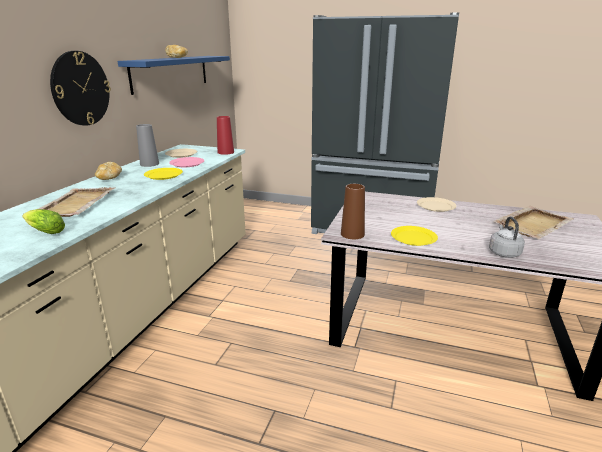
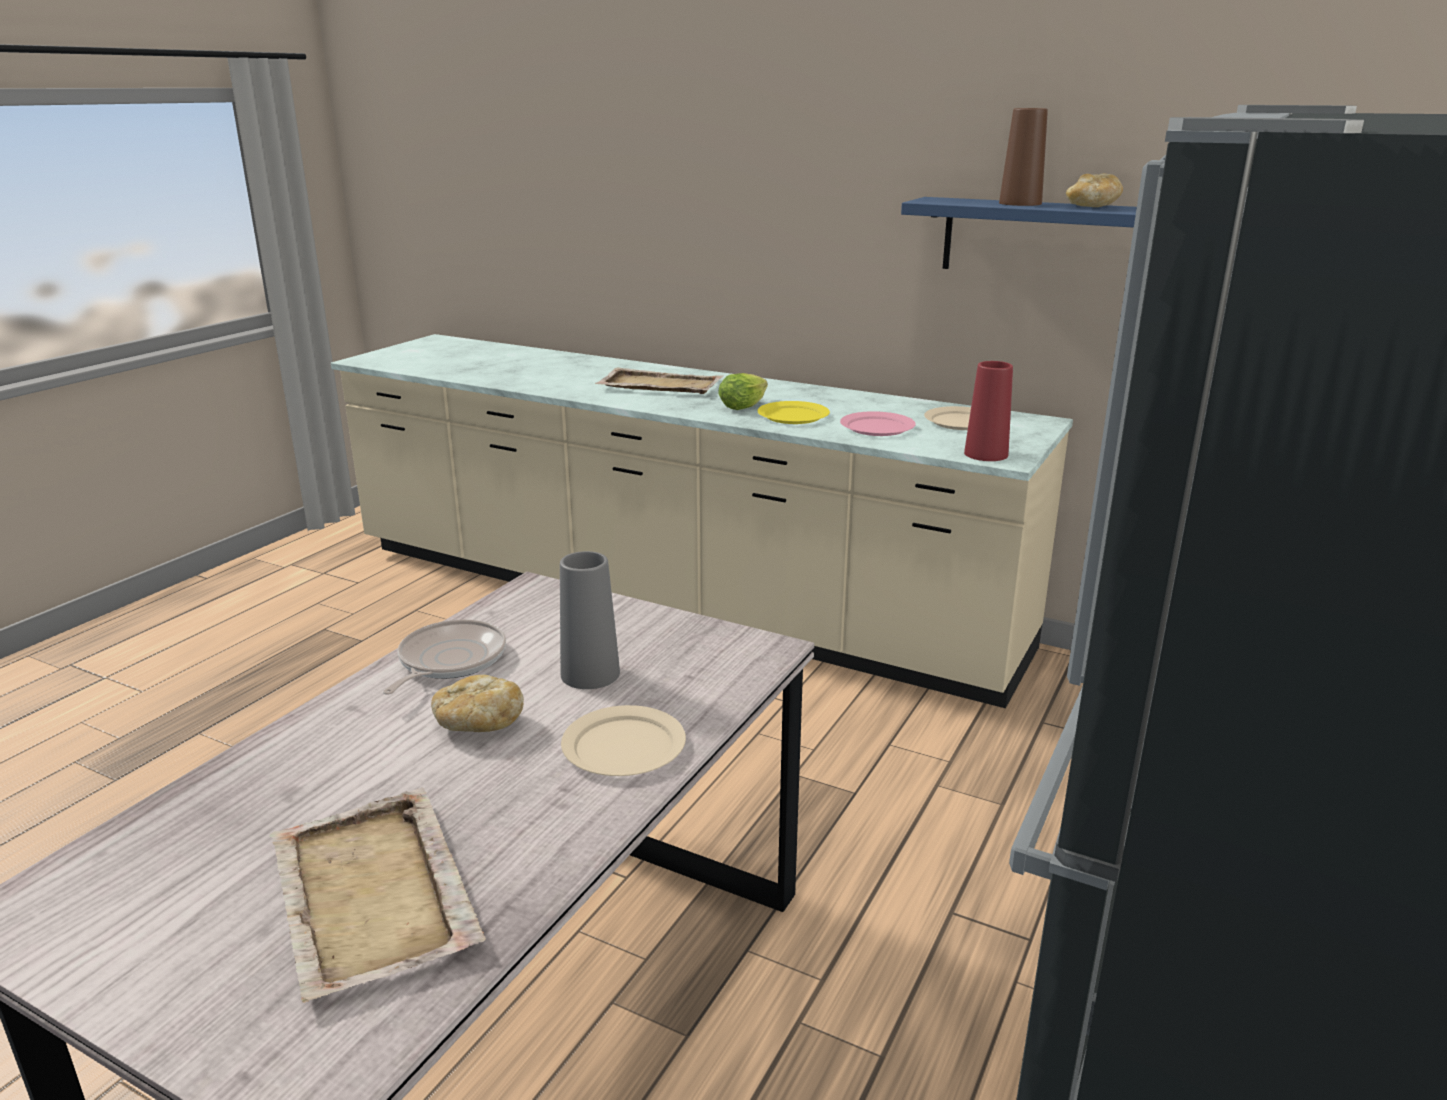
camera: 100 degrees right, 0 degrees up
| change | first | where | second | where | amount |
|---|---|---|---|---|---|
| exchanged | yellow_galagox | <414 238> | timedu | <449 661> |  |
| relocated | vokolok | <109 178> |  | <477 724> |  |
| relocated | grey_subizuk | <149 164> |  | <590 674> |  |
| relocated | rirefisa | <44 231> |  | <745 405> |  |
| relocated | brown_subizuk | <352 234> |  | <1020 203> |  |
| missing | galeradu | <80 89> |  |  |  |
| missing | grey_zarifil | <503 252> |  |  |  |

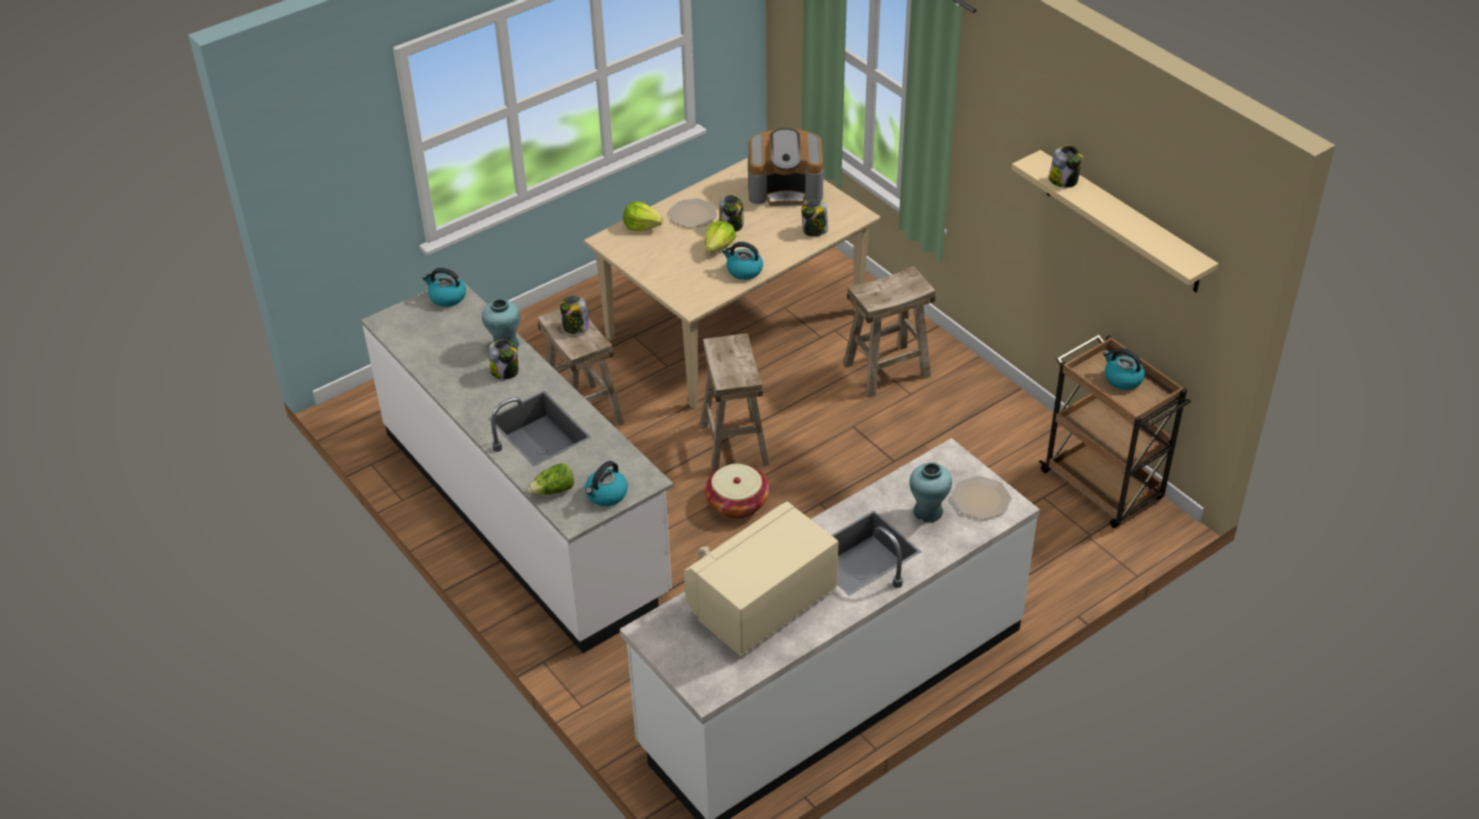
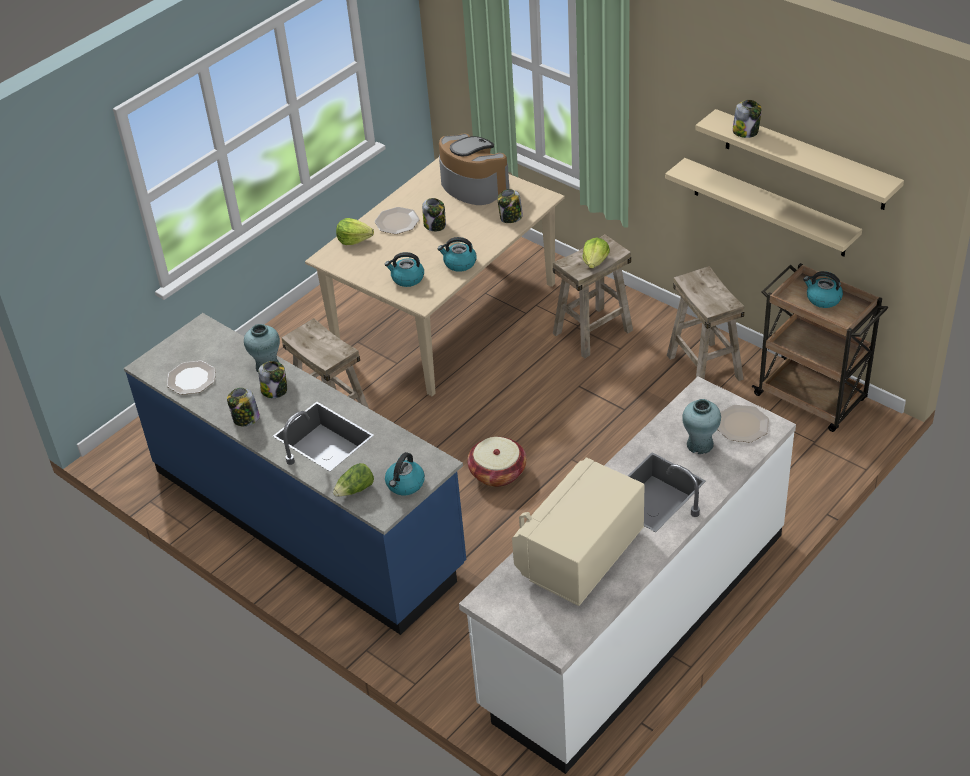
camera: 10 degrees left, 0 degrees up
| change | first | where | second | where | amount |
|---|---|---|---|---|---|
| colour | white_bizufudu | <525 513> | blue_bizufudu | <307 518> |  |
| appeared |  |  | galagox | <191 379> |  |
| relocated | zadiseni | <575 327> |  | <245 419> |  |
| relocated | zarifil | <447 297> |  | <407 278> |  |
| spun | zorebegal | <785 189> |  | <473 185> | 120 degrees counterclockwise |
| relocated | rirefisa | <719 247> |  | <595 262> |  |
| appeared |  |  | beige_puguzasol | <769 208> |  |
| relocated | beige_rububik | <733 443> |  | <703 367> |  |

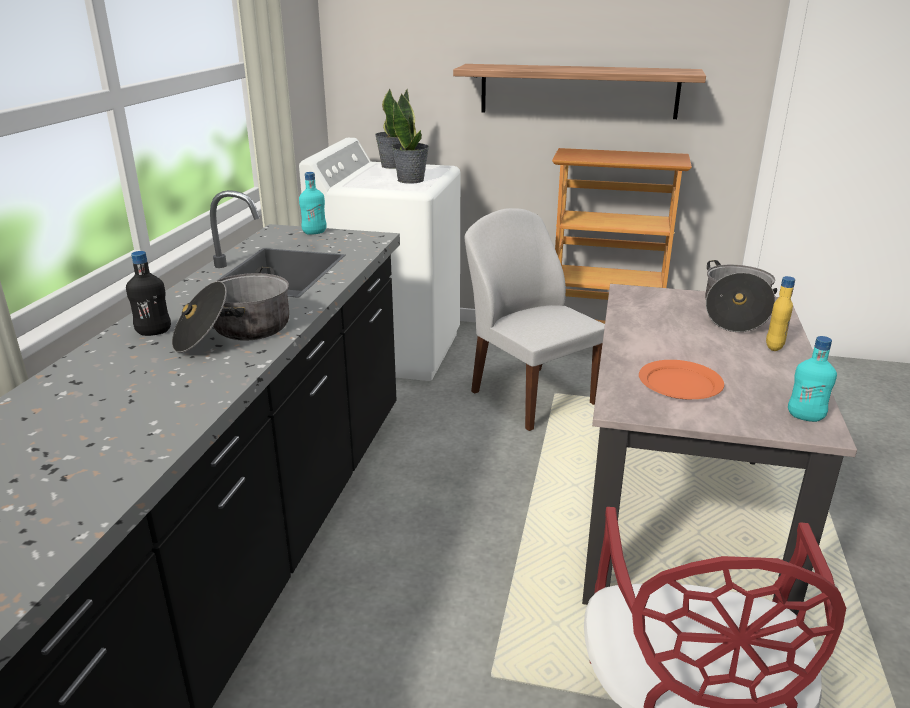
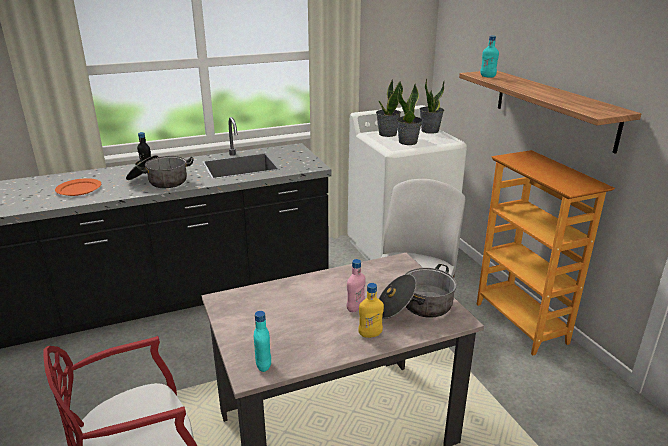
camera: 55 degrees right, 0 degrees up
| change | first | where | second | where | amount |
|---|---|---|---|---|---|
| relocated | orange_galagox | <680 383> |  | <79 189> |  |
| appeared |  |  | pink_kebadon | <355 308> |  |
| appeared |  |  | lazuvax | <387 134> |  |
| relocated | turquoise_kebadon | <314 232> |  | <487 76> |  |

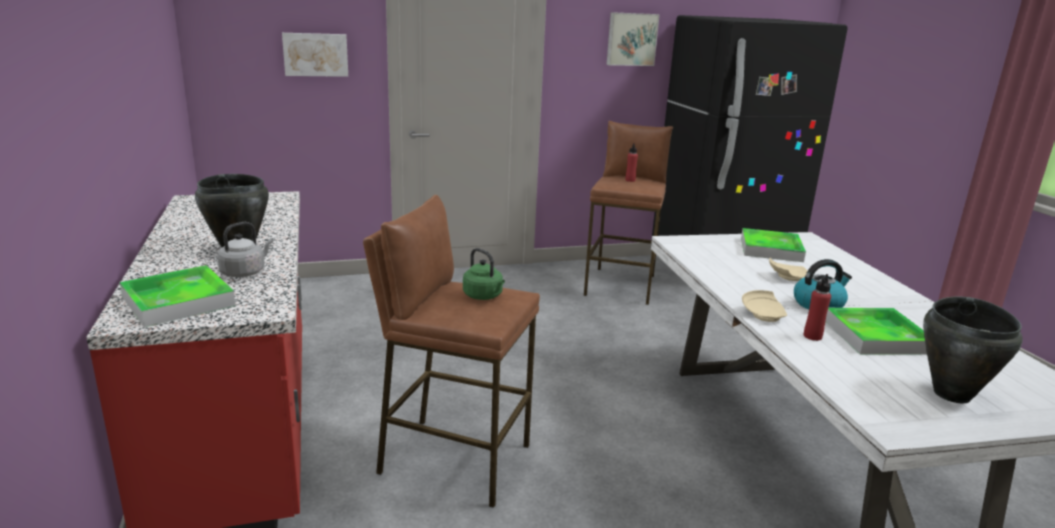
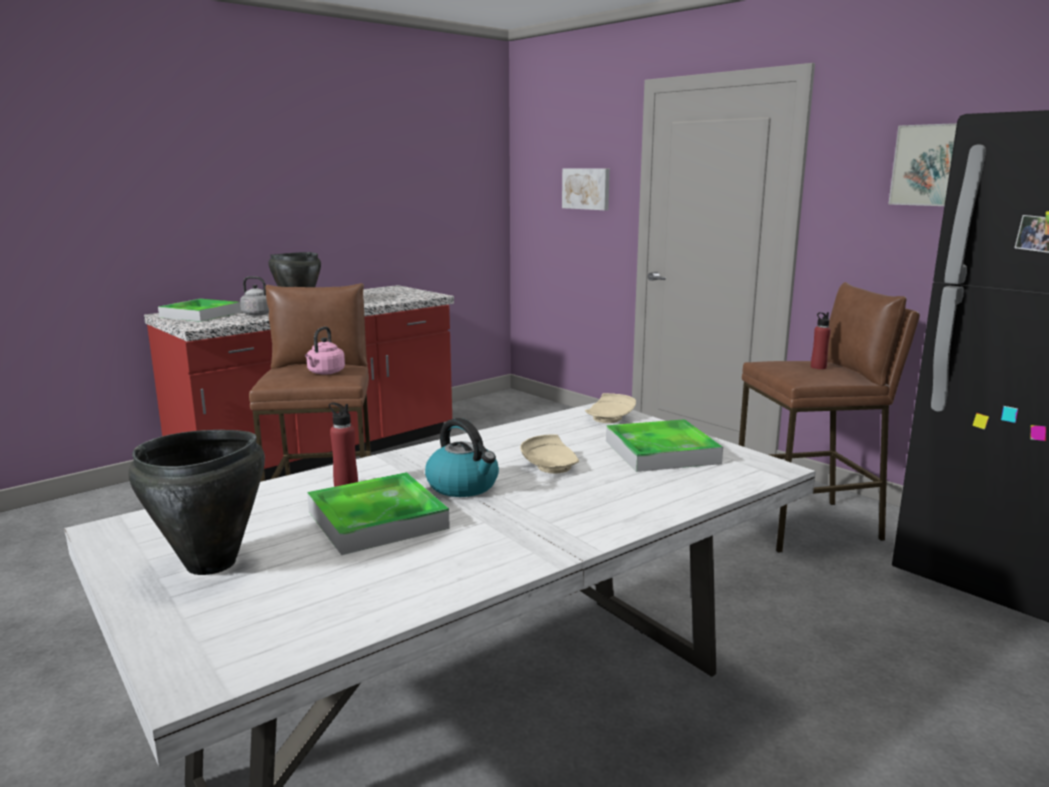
camera: 65 degrees right, 5 degrees down
| change | first | where | second | where | amount |
|---|---|---|---|---|---|
| colour | green_zarifil | <484 296> | pink_zarifil | <325 373> |  |
| relocated | beige_galagox | <764 314> |  | <610 418> |  |

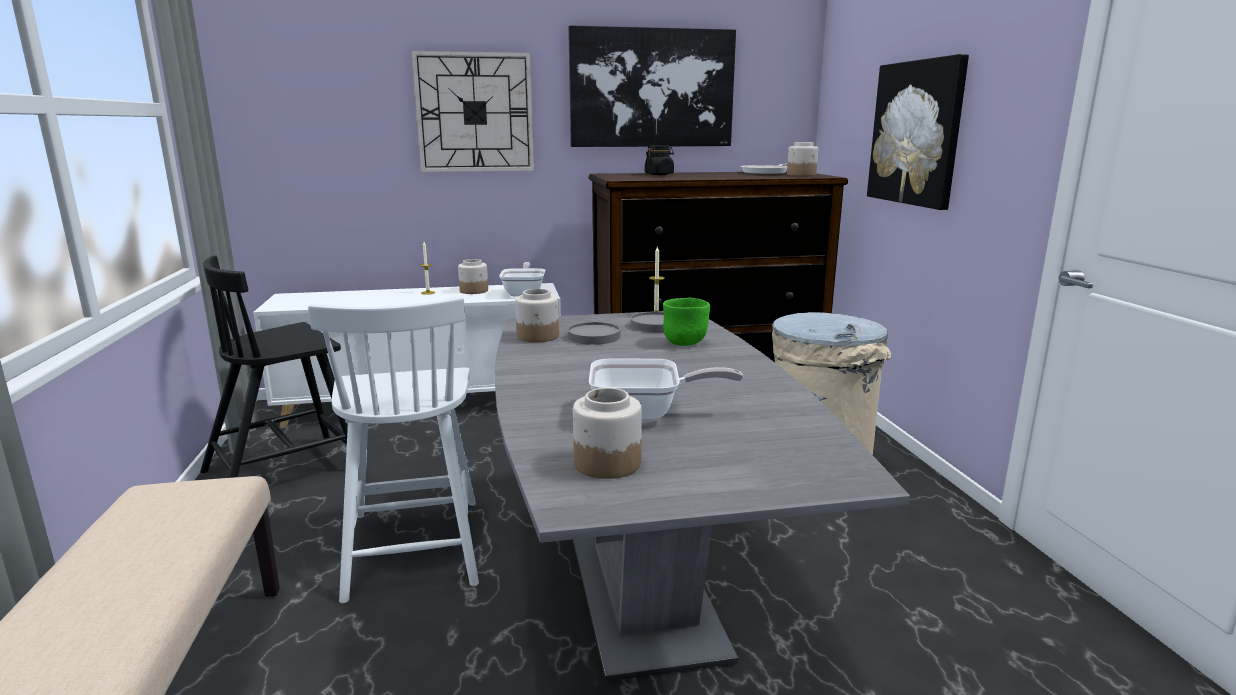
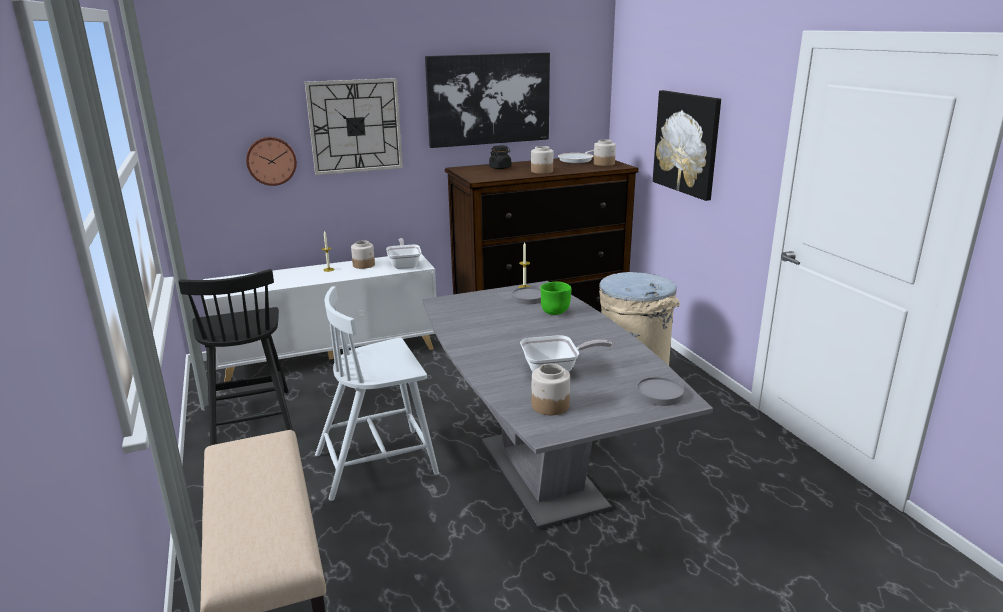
camera: 10 degrees left, 5 degrees up
| change | first | where | second | where | amount |
|---|---|---|---|---|---|
| spun | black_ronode | <285 470> |  | <251 418> | 60 degrees counterclockwise |
| appeared |  |  | galeradu | <271 161> |  |
| spun | white_ronode | <414 545> |  | <378 463> | 90 degrees clockwise |
| relocated | zadiseni | <538 336> |  | <542 171> |  |
| relocated | grey_galagox | <594 337> |  | <659 394> |  |

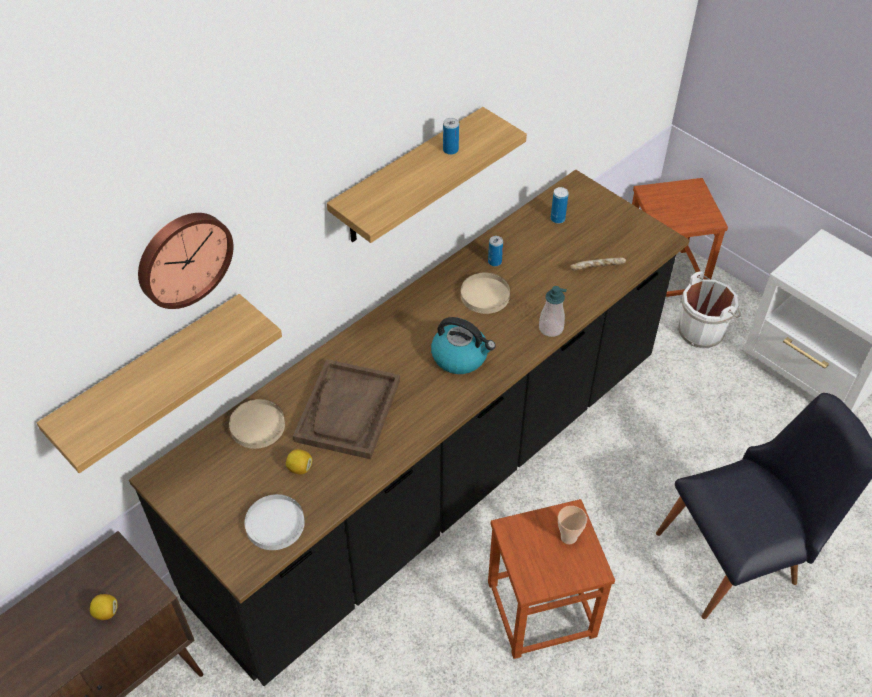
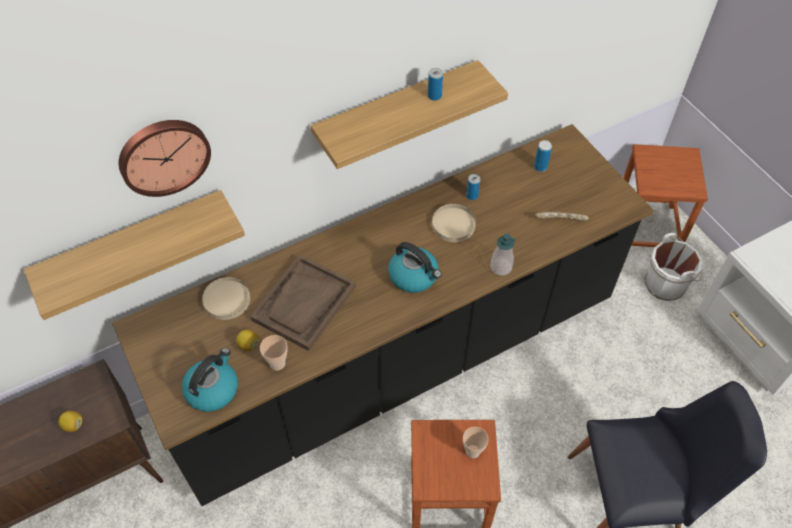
camera: 15 degrees right, 5 degrees up
| change | first | where | second | where | amount |
|---|---|---|---|---|---|
| exchanged | white_galagox | <274 524> | zarifil | <212 389> |  |
| appeared |  |  | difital | <277 363> |  |

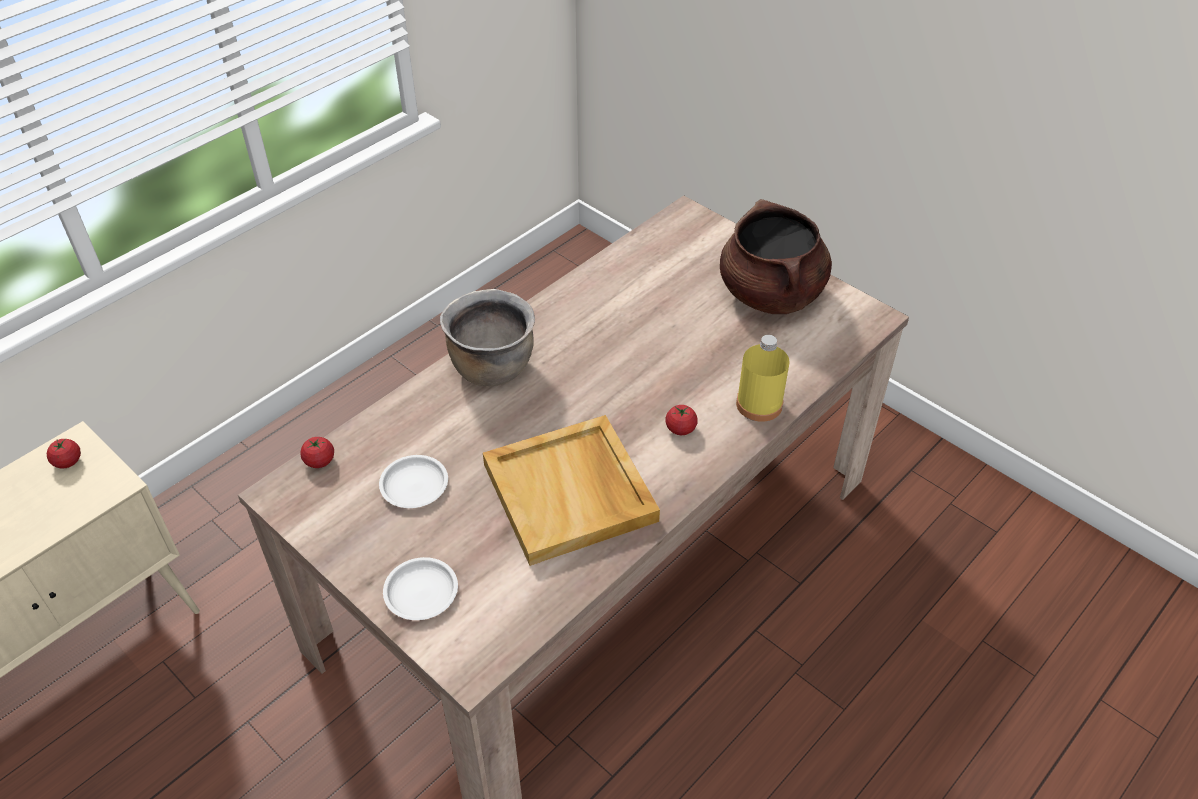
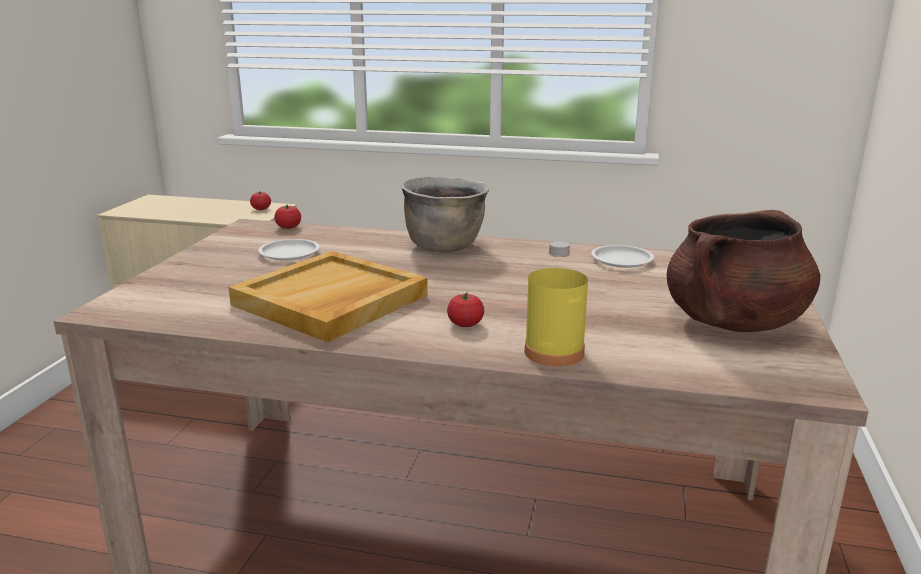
camera: 60 degrees right, 25 degrees down
| change | first | where | second | where | amount |
|---|---|---|---|---|---|
| relocated | white_galagox | <420 592> |  | <621 260> |  |

